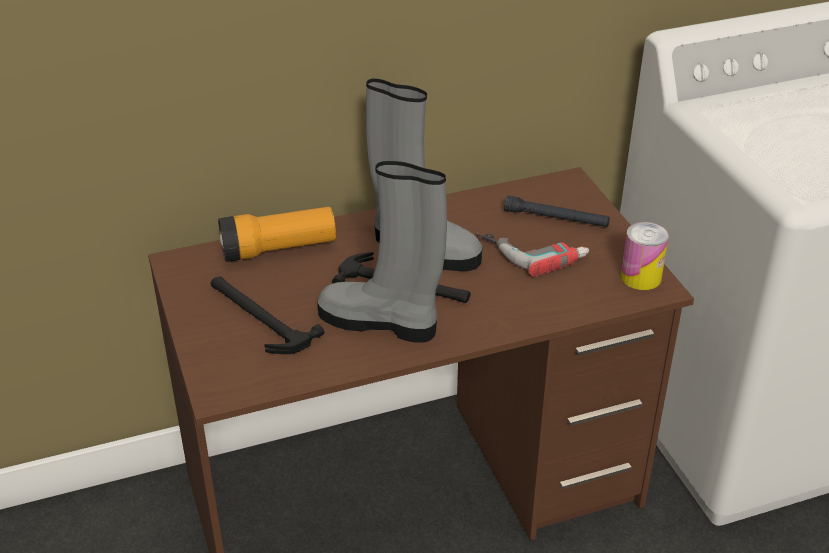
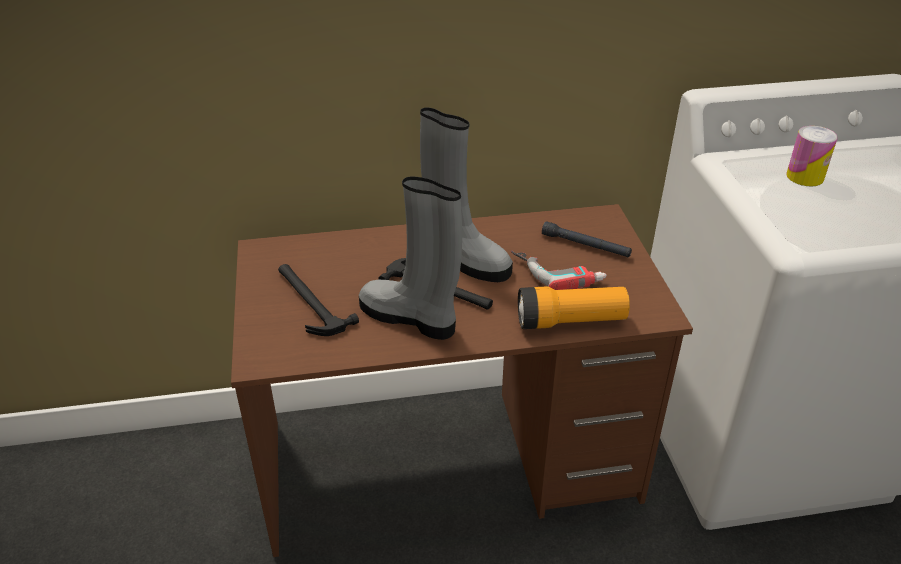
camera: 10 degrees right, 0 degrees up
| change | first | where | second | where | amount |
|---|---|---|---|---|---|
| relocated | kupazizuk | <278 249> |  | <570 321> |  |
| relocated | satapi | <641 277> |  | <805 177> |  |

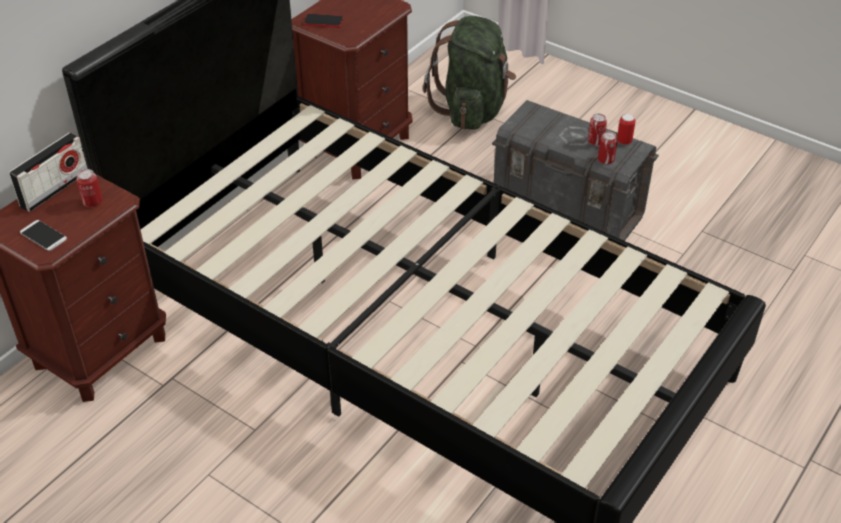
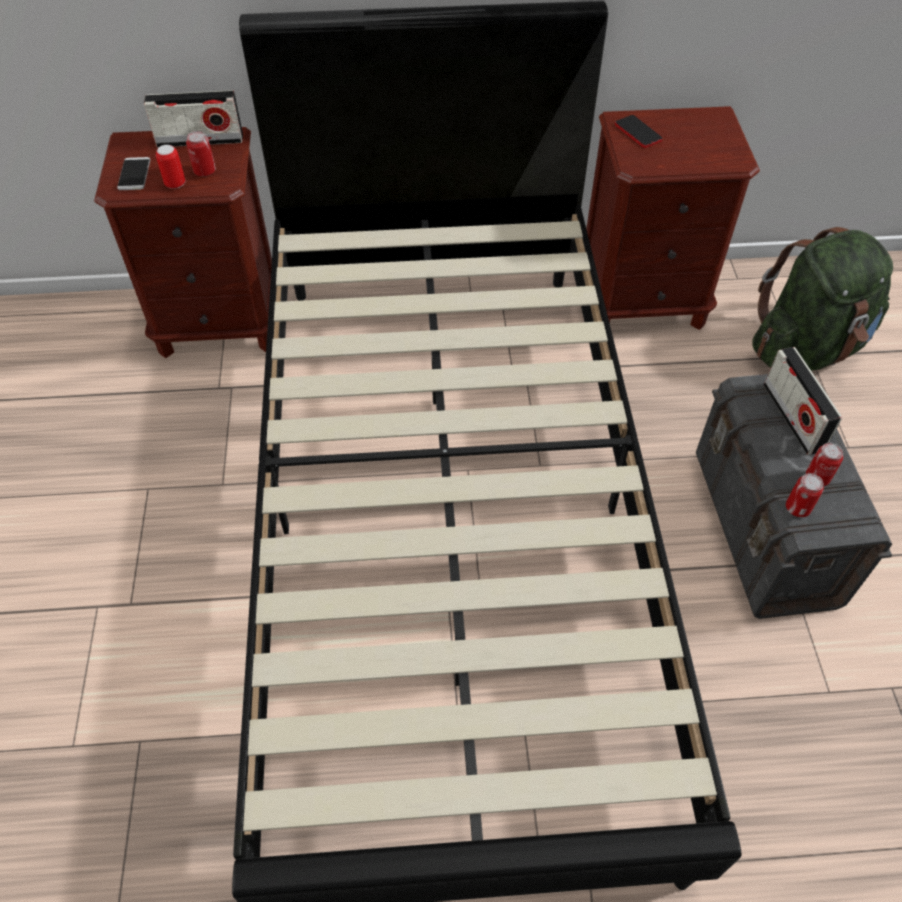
camera: 50 degrees right, 10 degrees up
| change | first | where | second | where | amount |
|---|---|---|---|---|---|
| relocated | satapi | <624 141> |  | <175 184> |  |
| appeared |  |  | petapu | <792 417> |  |

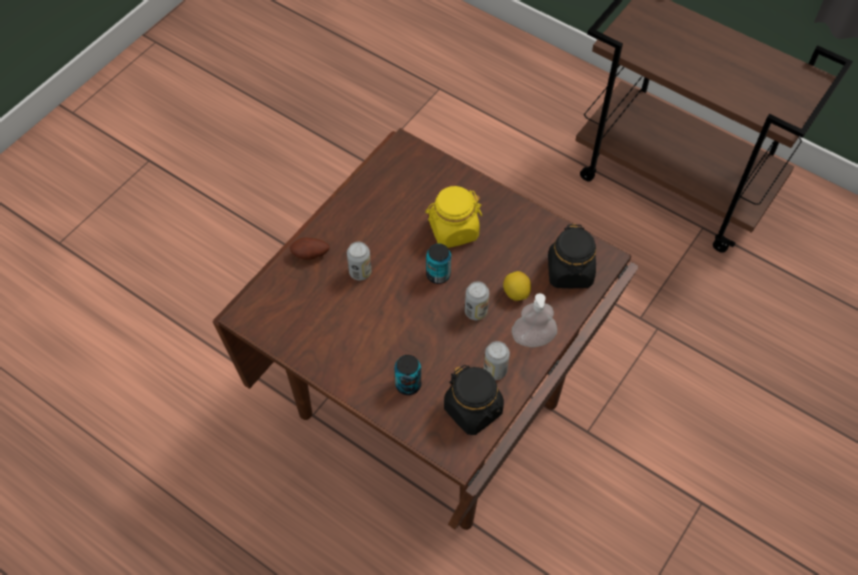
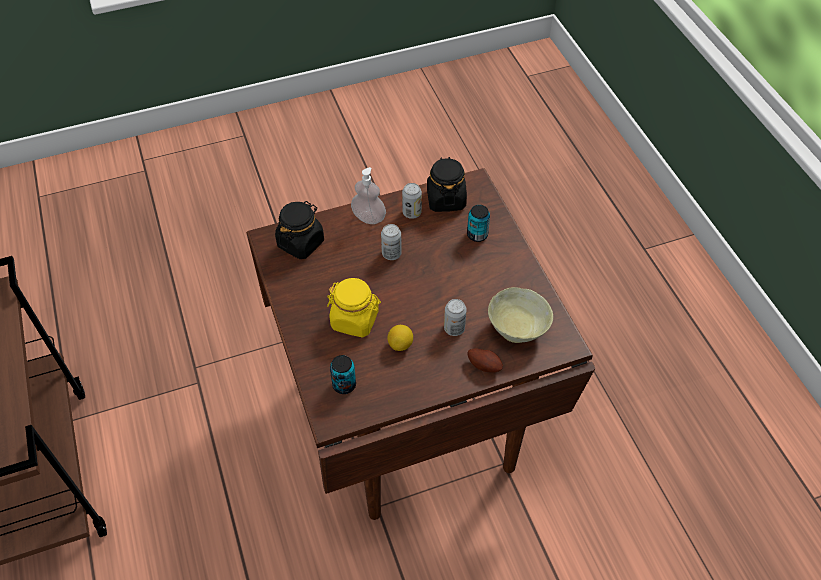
camera: 145 degrees left, 5 degrees down
| change | first | where | second | where | amount |
|---|---|---|---|---|---|
| relocated | satapi | <438 274> |  | <344 385> |  |
| relocated | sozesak | <516 293> |  | <400 344> |  |
| appeared |  |  | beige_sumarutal | <518 330> |  |

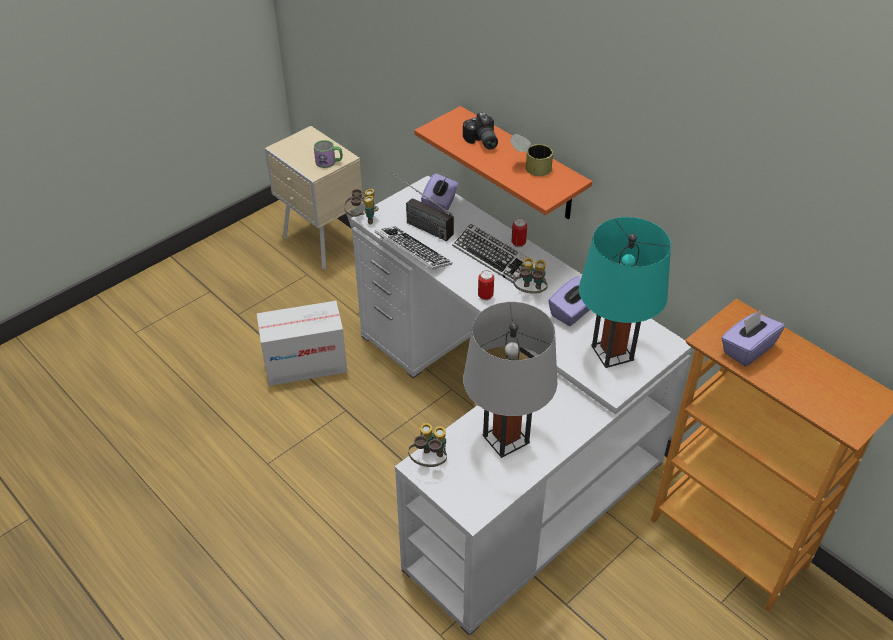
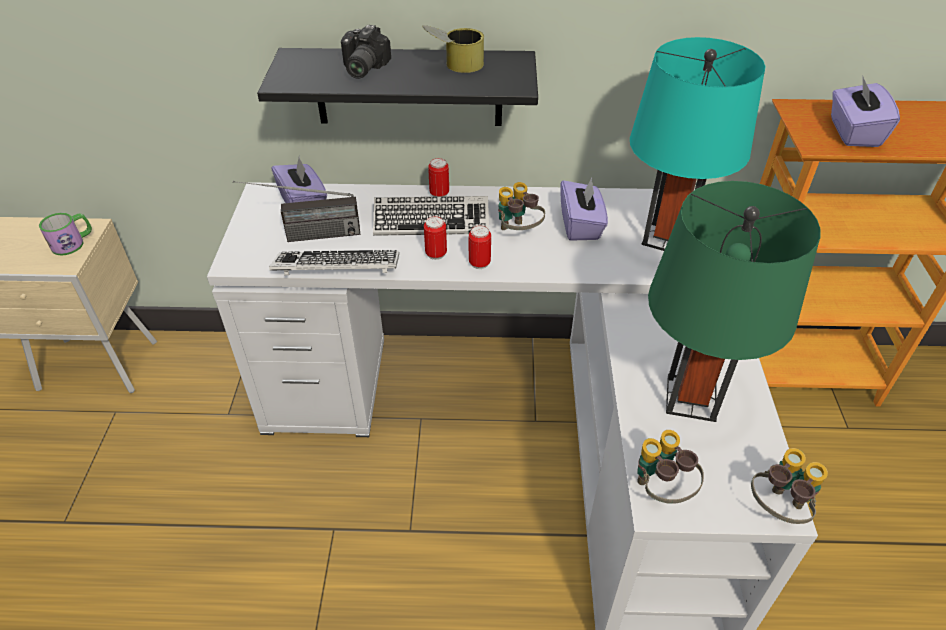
camera: 45 degrees left, 0 degrees up
| change | first | where | second | where | amount |
|---|---|---|---|---|---|
| colour | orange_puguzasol | <521 165> | black_puguzasol | <408 87> |  |
| spun | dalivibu | <481 142> |  | <361 68> | 75 degrees clockwise |
| appeared |  |  | satapi | <436 254> |  |
| colour | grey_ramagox | <506 439> | green_ramagox | <690 398> |  |
| relocated | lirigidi | <362 219> |  | <778 508> |  |
| missing | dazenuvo | <306 364> |  |  |  |

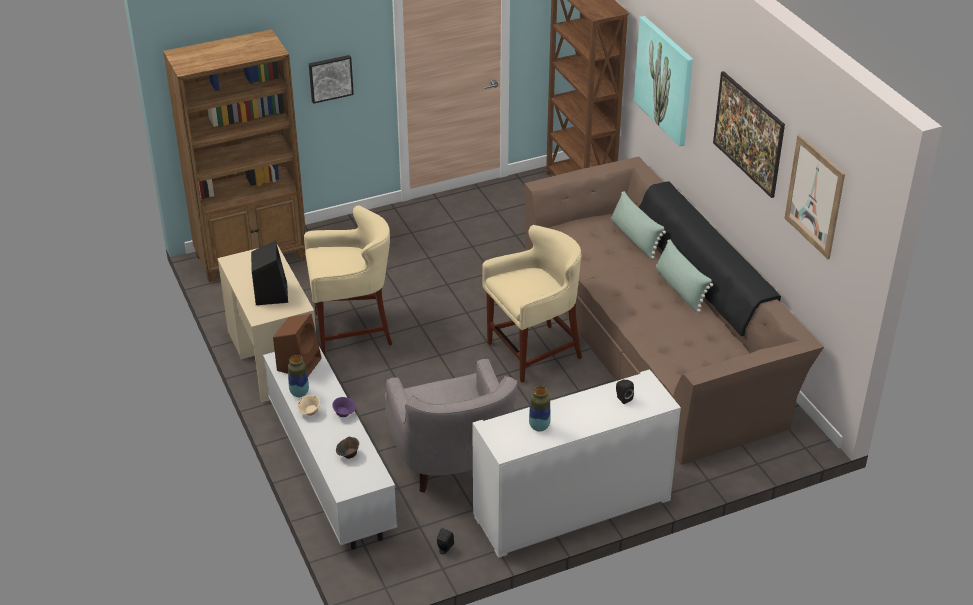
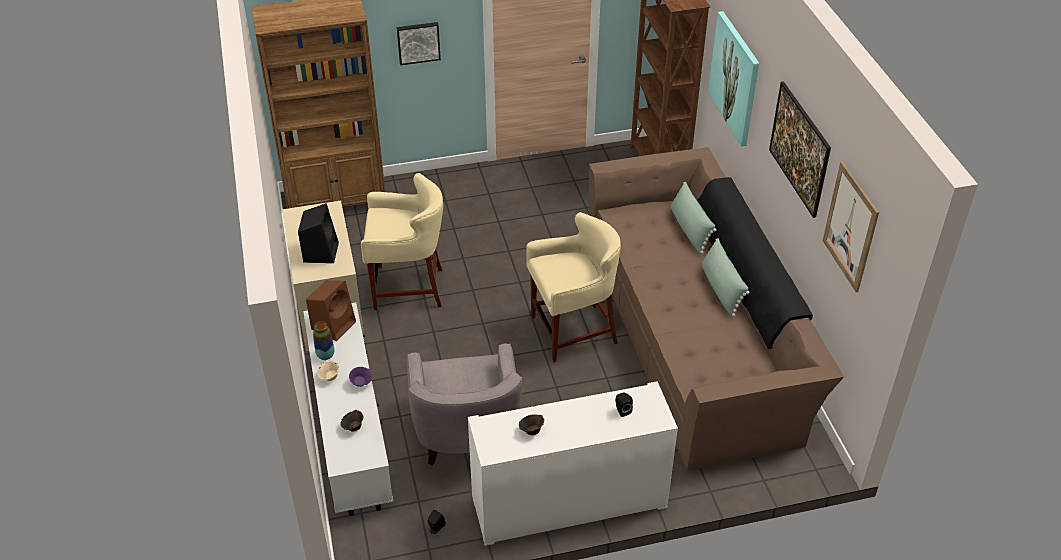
camera: 10 degrees right, 5 degrees up
| change | first | where | second | where | amount |
|---|---|---|---|---|---|
| exchanged | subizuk | <539 427> | brown_sumarutal | <531 430> |  |

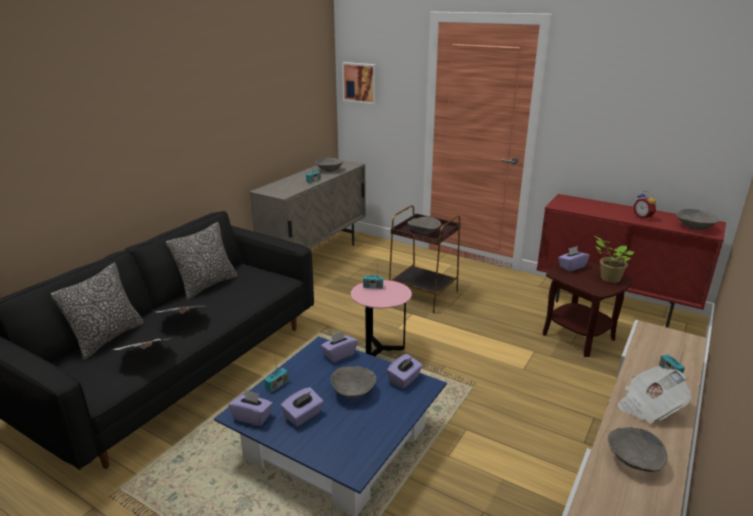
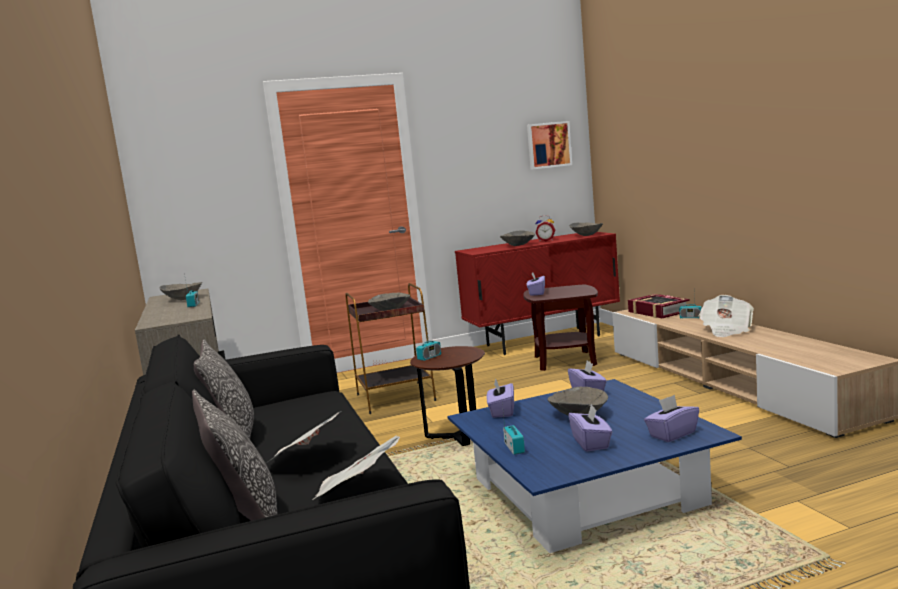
camera: 50 degrees left, 15 degrees down
| change | first | where | second | where | amount |
|---|---|---|---|---|---|
| colour | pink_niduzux | <381 349> | brown_niduzux | <456 437> |  |
| relocated | grey_sumarutal | <634 461> |  | <518 245> |  |
| relocated | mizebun | <360 82> |  | <548 145> |  |
| appeared |  |  | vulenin | <658 312> |  |
| relocated | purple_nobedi | <252 417> |  | <672 434> |  |
| missing | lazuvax | <608 278> |  |  |  |

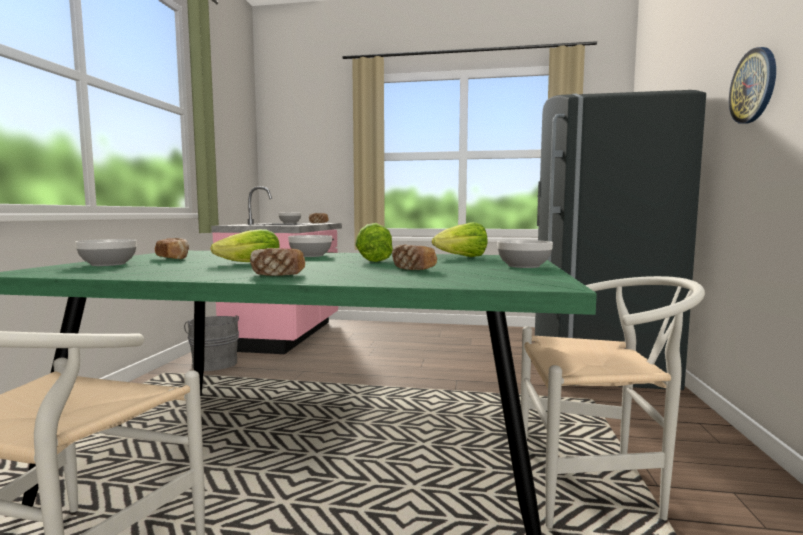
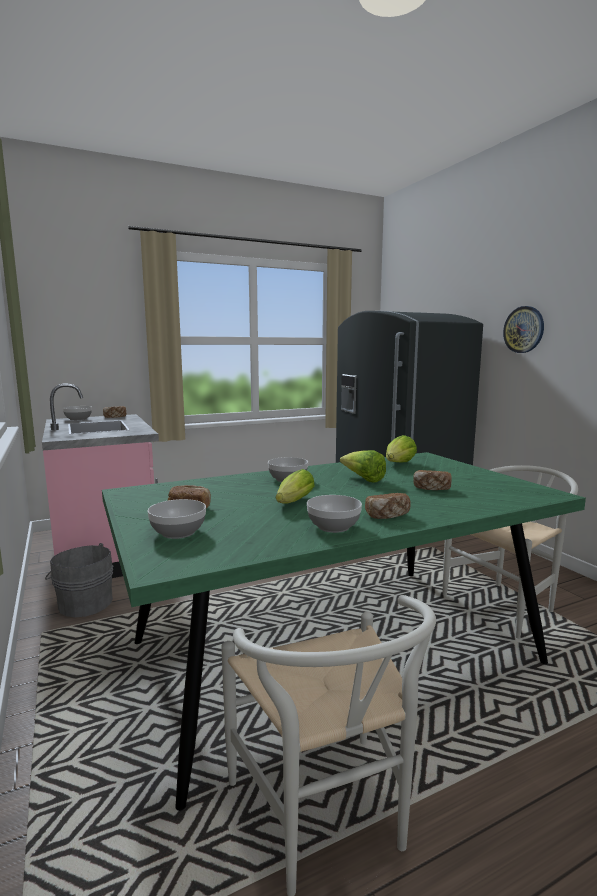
camera: 35 degrees left, 5 degrees up
| change | first | where | second | where | amount |
|---|---|---|---|---|---|
| relocated | sumarutal | <523 266> |  | <333 526> |  |

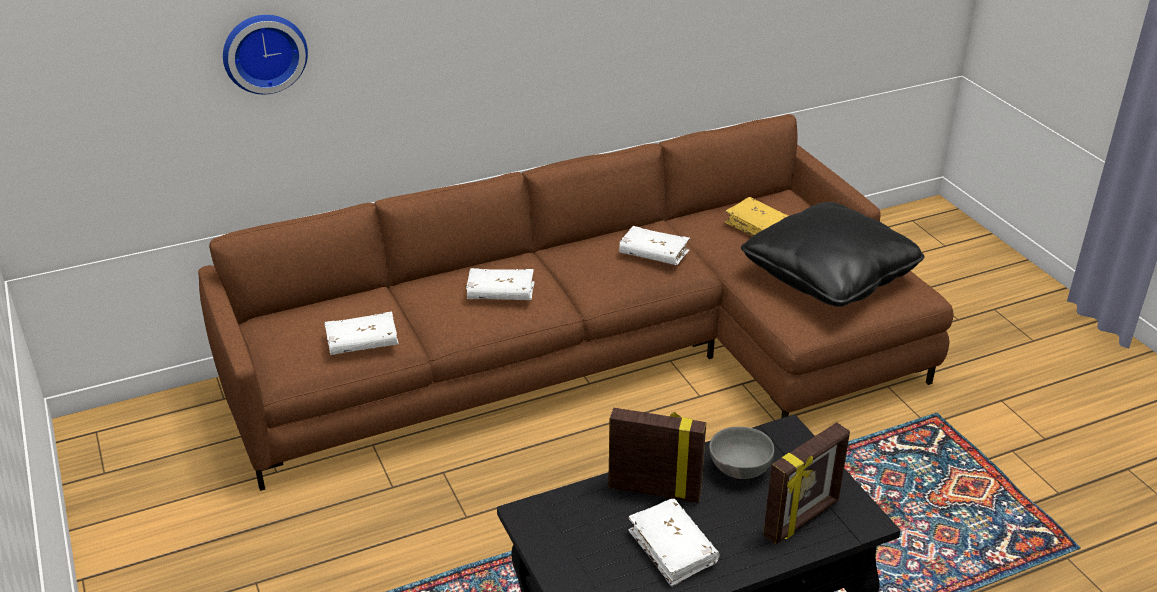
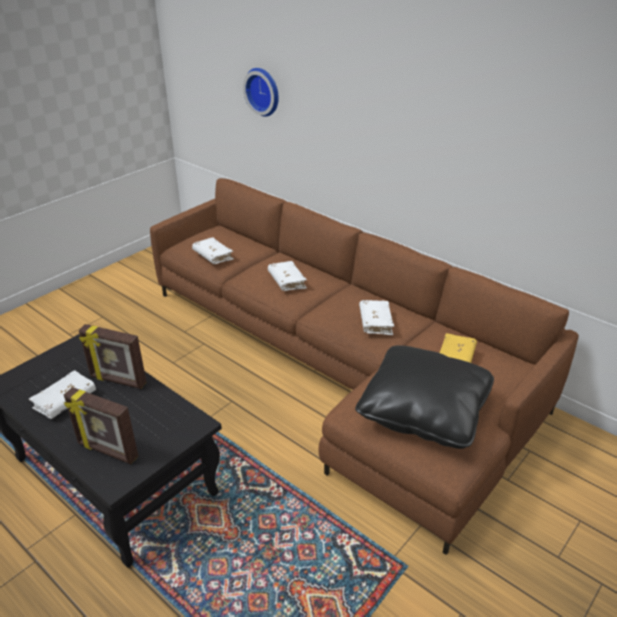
camera: 65 degrees right, 0 degrees up
| change | first | where | second | where | amount |
|---|---|---|---|---|---|
| spun | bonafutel | <654 489> |  | <117 380> | 120 degrees clockwise |
| missing | grey_sumarutal | <738 469> |  |  |  |

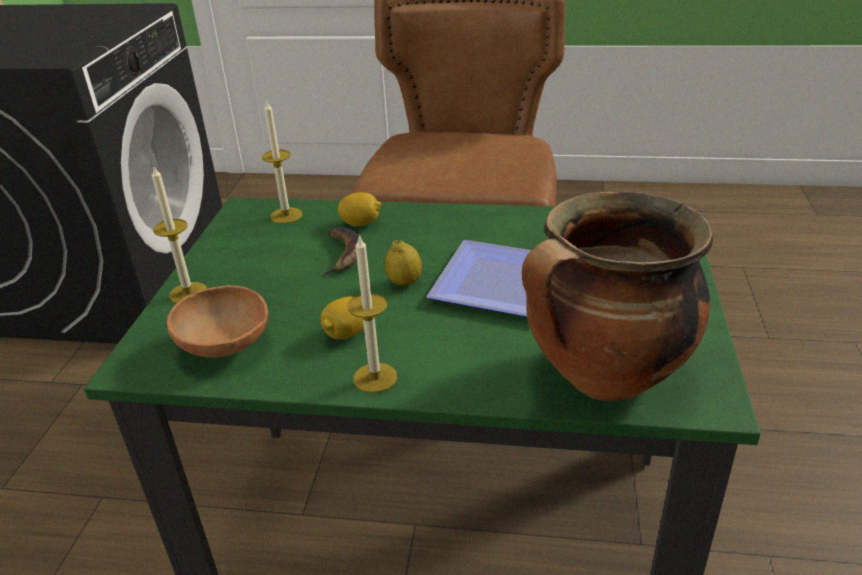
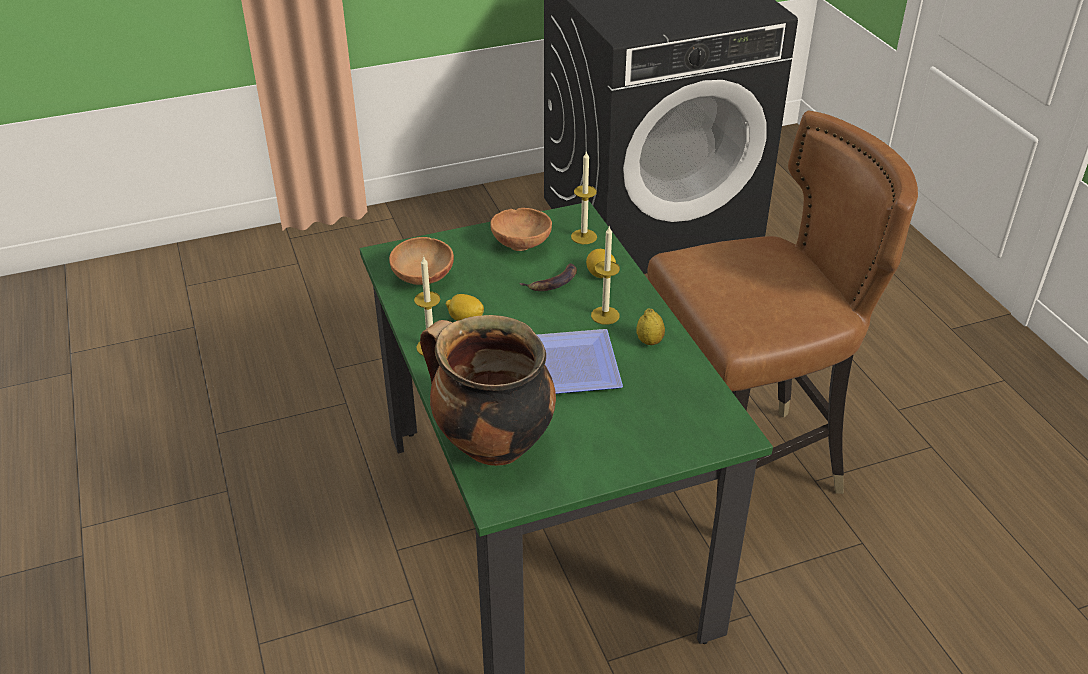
camera: 60 degrees right, 5 degrees up
| change | first | where | second | where | amount |
|---|---|---|---|---|---|
| appeared |  |  | brown_sumarutal | <522 244> |  |
| relocated | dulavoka | <188 293> |  | <605 315> |  |
| relocated | sozesak | <404 282> |  | <649 341> |  |

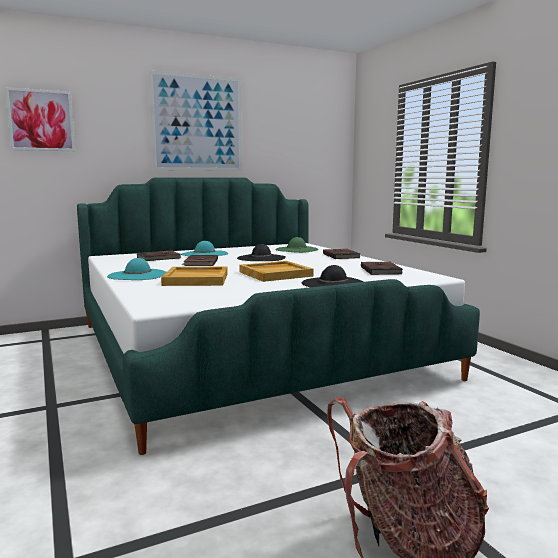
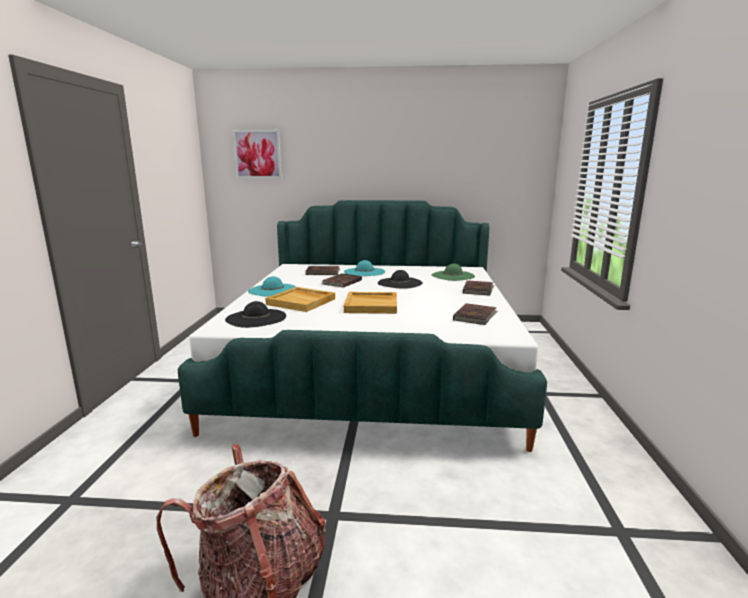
camera: 30 degrees right, 5 degrees up
| change | first | where | second | where | amount |
|---|---|---|---|---|---|
| relocated | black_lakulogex | <333 283> |  | <256 318> |  |
| missing | mizebun | <197 123> |  |  |  |

